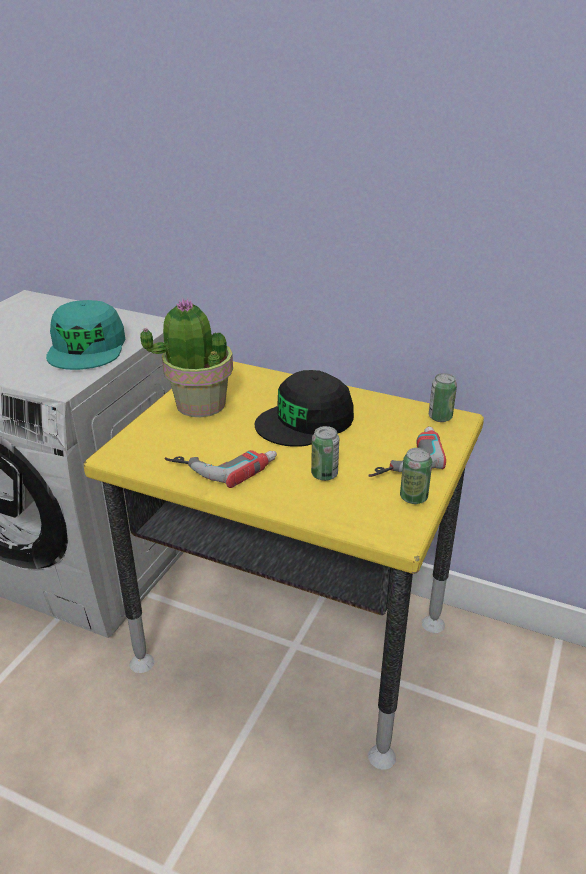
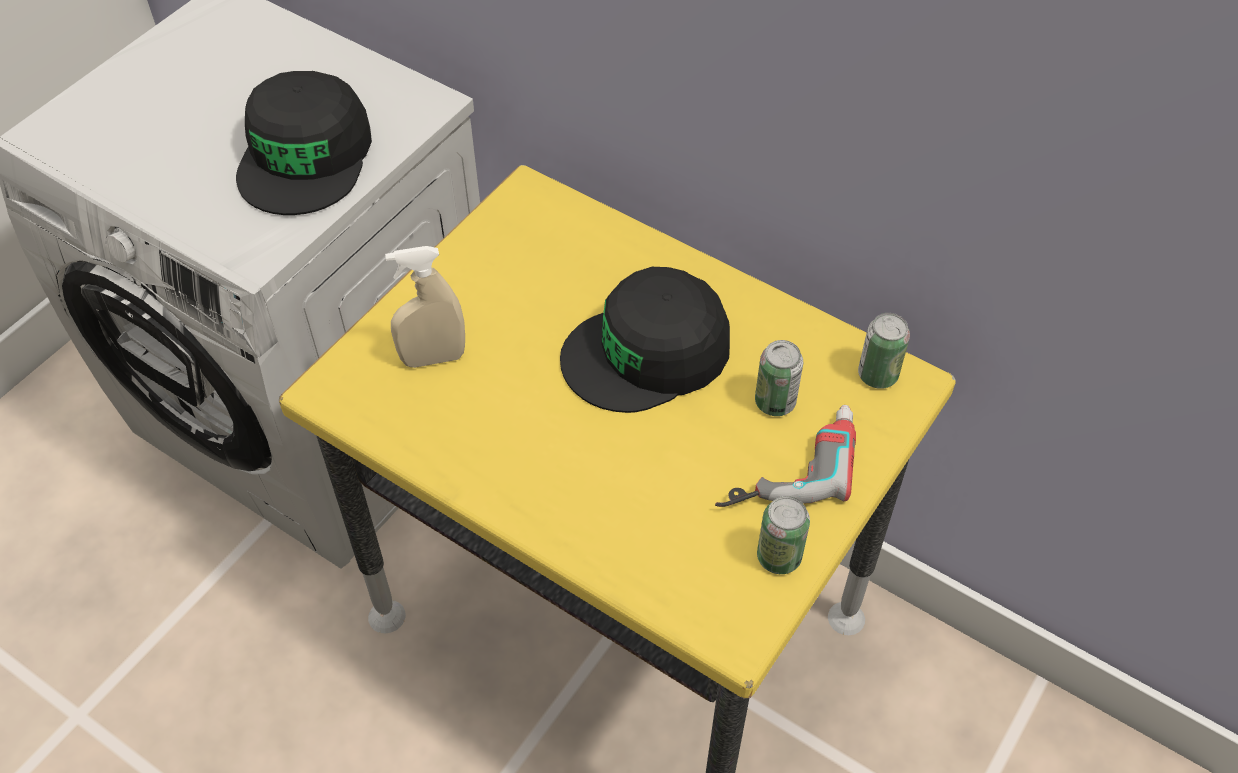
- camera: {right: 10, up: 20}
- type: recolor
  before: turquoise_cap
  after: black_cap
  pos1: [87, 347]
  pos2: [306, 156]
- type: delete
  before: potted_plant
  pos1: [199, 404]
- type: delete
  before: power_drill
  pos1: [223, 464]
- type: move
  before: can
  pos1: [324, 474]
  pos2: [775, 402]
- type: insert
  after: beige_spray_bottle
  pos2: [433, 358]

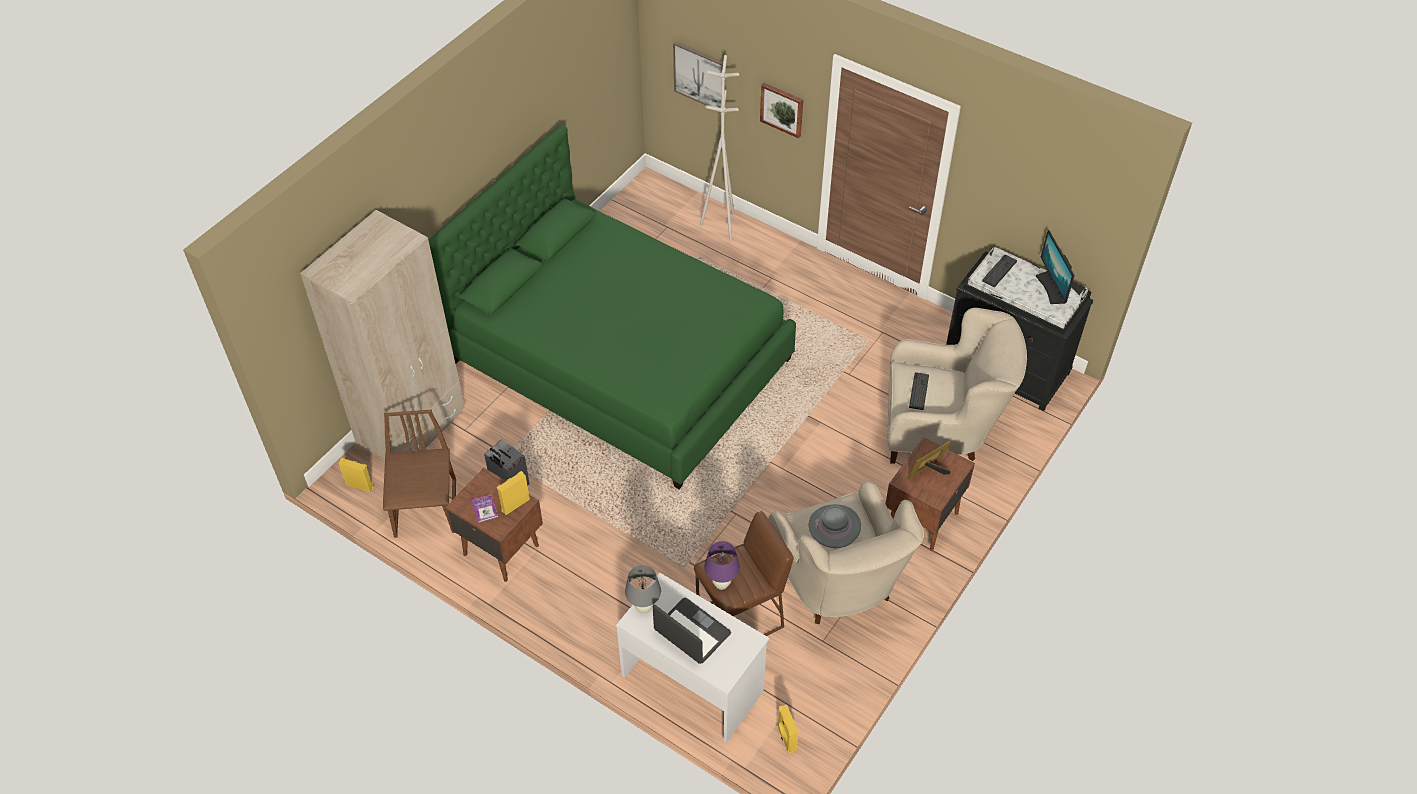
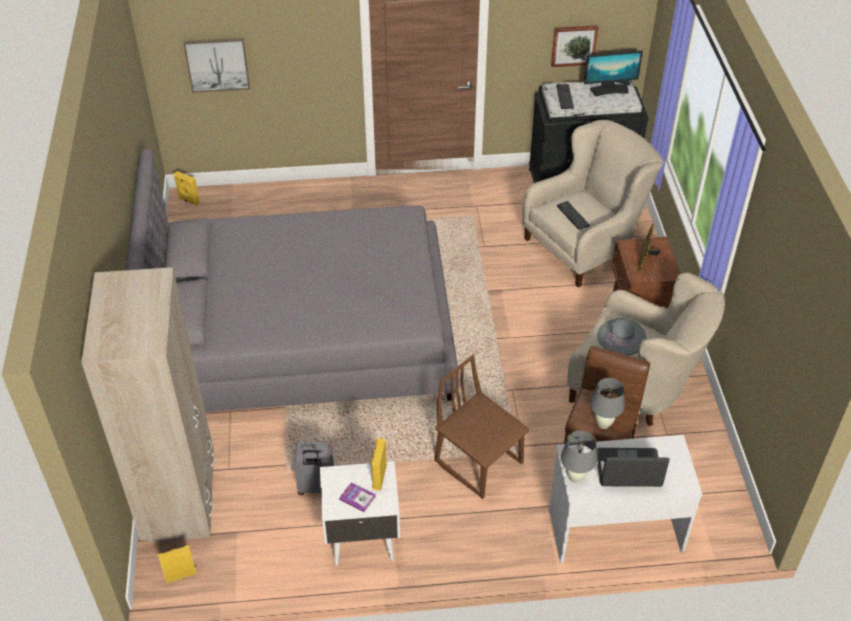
- camera: {right: -40, up: -5}
- type: move
  before: brown_chair
  pos1: [427, 508]
  pos2: [479, 461]
- type: recolor
  before: green_bed
  after: grey_bed
  pos1: [621, 359]
  pos2: [303, 336]
- type: recolor
  before: brown_nightstand
  after: white_nightstand
  pos1: [500, 549]
  pos2: [361, 538]
- type: delete
  before: grey_clothes_rack
  pos1: [721, 226]
- type: recolor
  before: purple_table_lamp
  after: grey_table_lamp
  pos1: [721, 584]
  pos2: [603, 424]
- type: move
  before: picture
  pos1: [782, 109]
  pos2: [574, 45]
- type: move
  before: yellow_speaker
  pos1: [785, 738]
  pos2: [188, 201]
- type: rotate
  before: monitor
  pos1: [1052, 288]
  pos2: [609, 90]
  turn: -45

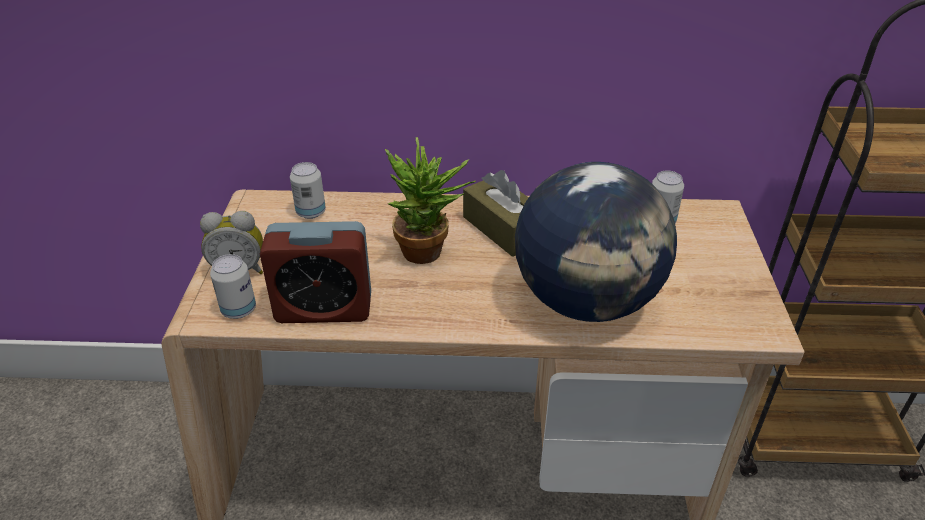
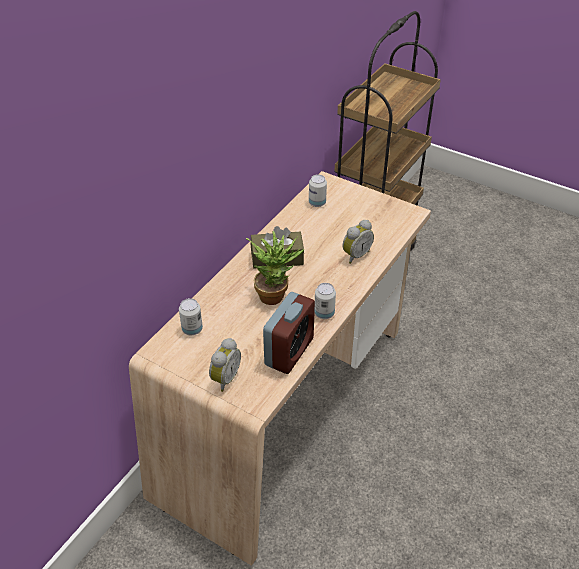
- camera: {right: -60, up: 5}
- type: move
  before: can
  pos1: [239, 310]
  pos2: [324, 313]
- type: replace
  before: globe
  after: alarm_clock
  pos1: [587, 301]
  pos2: [355, 255]

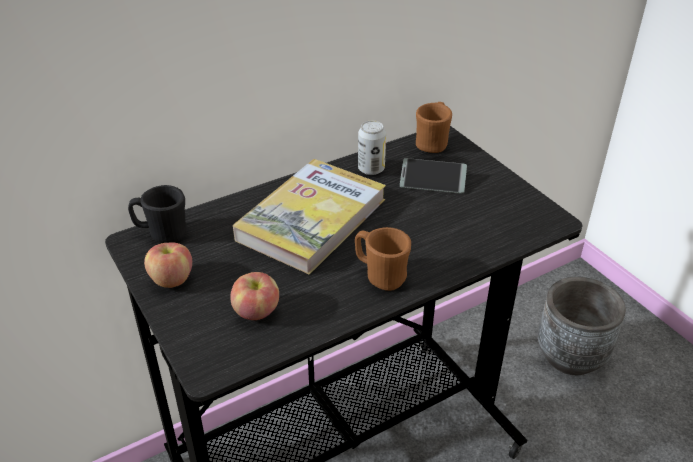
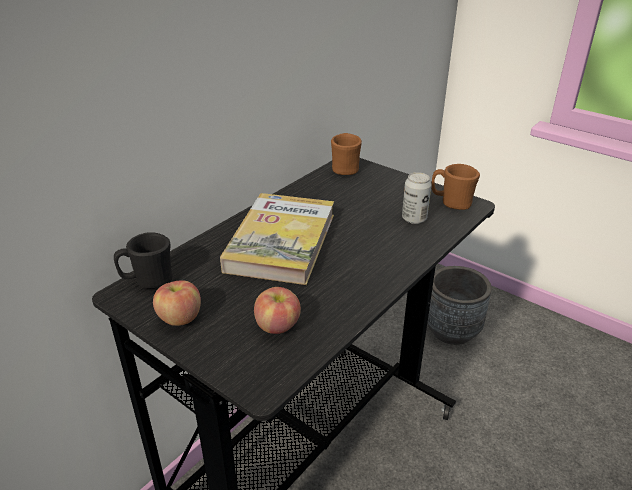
- camera: {right: -20, up: -5}
- type: move
  before: brown_mug
  pos1: [380, 276]
  pos2: [451, 203]
- type: move
  before: can
  pos1: [371, 169]
  pos2: [414, 218]
- type: delete
  before: phone
  pos1: [432, 182]

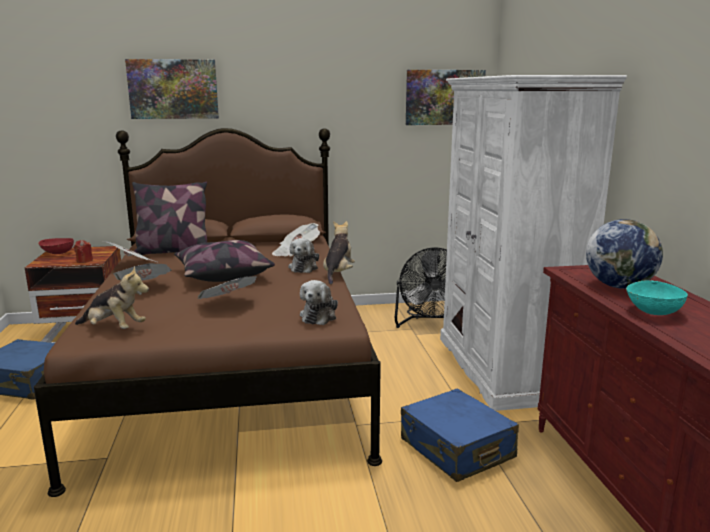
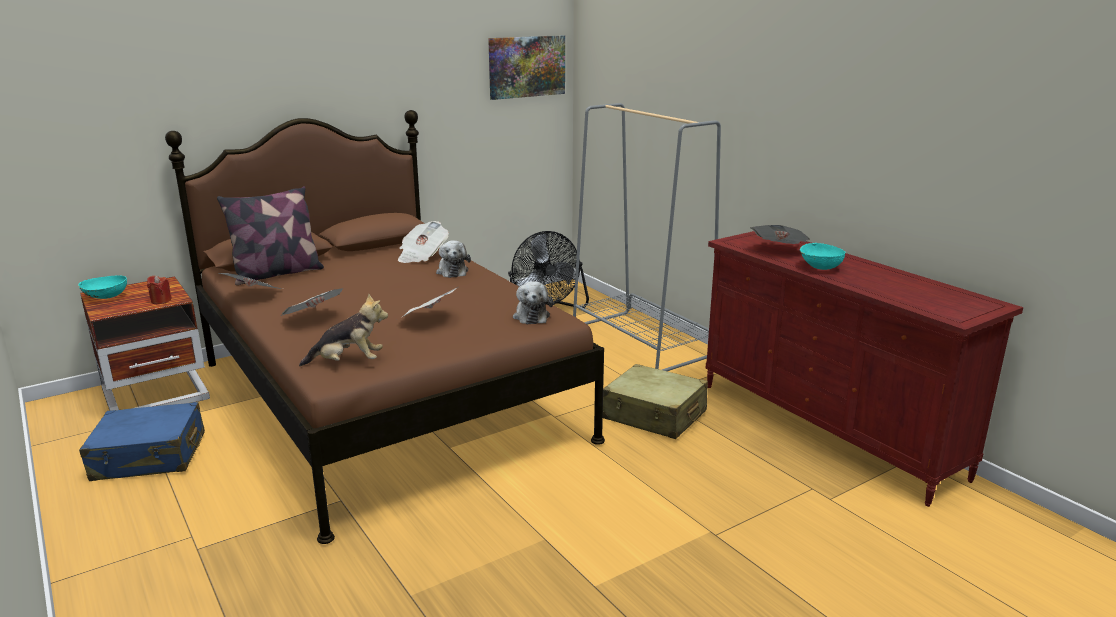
- camera: {right: -25, up: 5}
- type: recolor
  before: red_bowl
  after: turquoise_bowl
  pos1: [57, 253]
  pos2: [105, 297]
- type: delete
  before: picture
  pos1: [173, 89]
- type: delete
  before: pillow
  pos1: [222, 275]
- type: delete
  before: plush_toy
  pos1: [338, 274]
- type: recolor
  before: blue_suitcase
  after: beige_suitcase
  pos1: [456, 449]
  pos2: [654, 415]
- type: replace
  before: white_wardrobe
  after: grey_clothes_rack
  pos1: [502, 367]
  pos2: [641, 341]
- type: replace
  before: globe
  after: newspaper
  pos1: [619, 286]
  pos2: [779, 250]

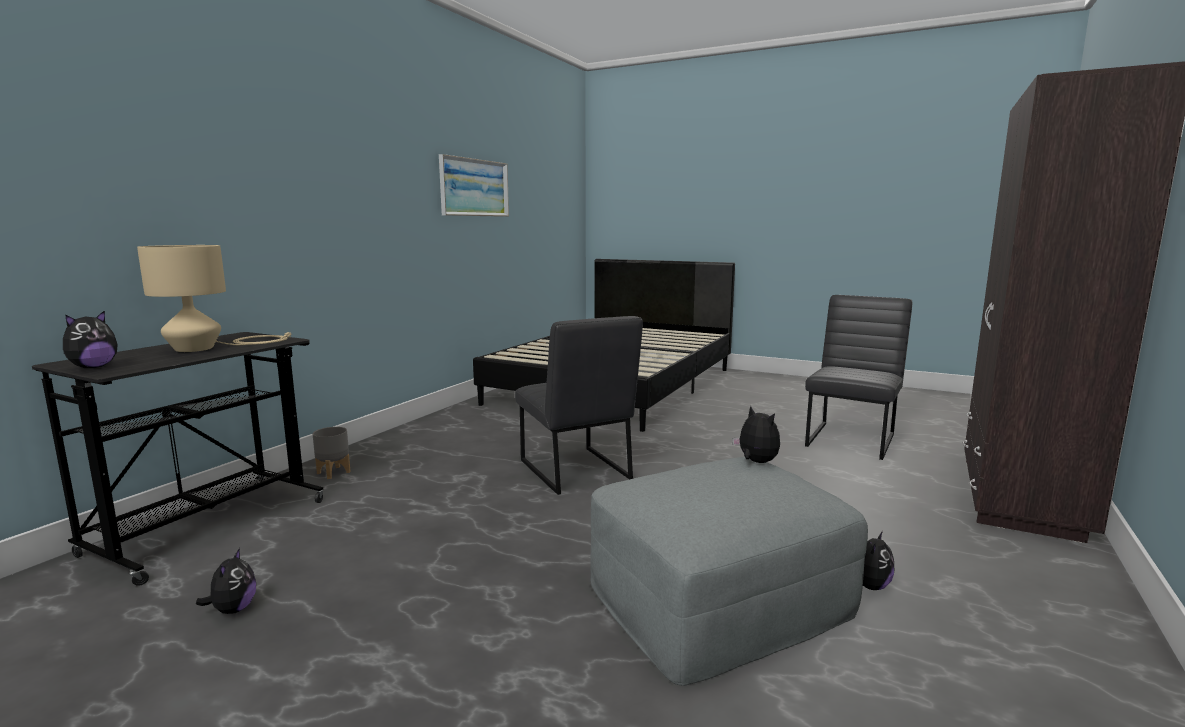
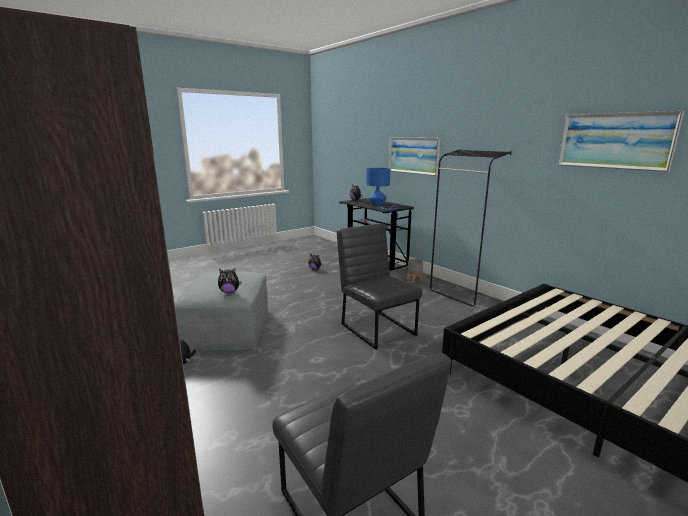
- camera: {right: 115, up: 5}
- type: recolor
  before: beige_table_lamp
  after: blue_table_lamp
  pos1: [221, 345]
  pos2: [381, 205]
- type: rotate
  before: grey_chair
  pos1: [575, 471]
  pos2: [377, 328]
  turn: 60
- type: insert
  after: picture
  pos2: [413, 155]
- type: insert
  after: black_clothes_rack
  pos2: [460, 295]

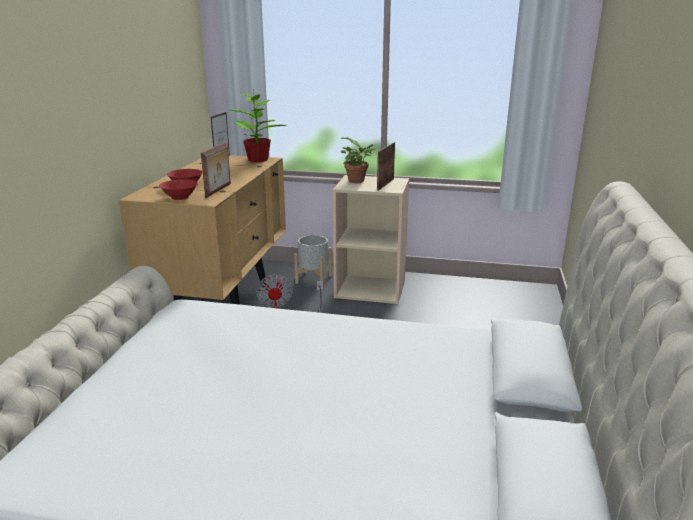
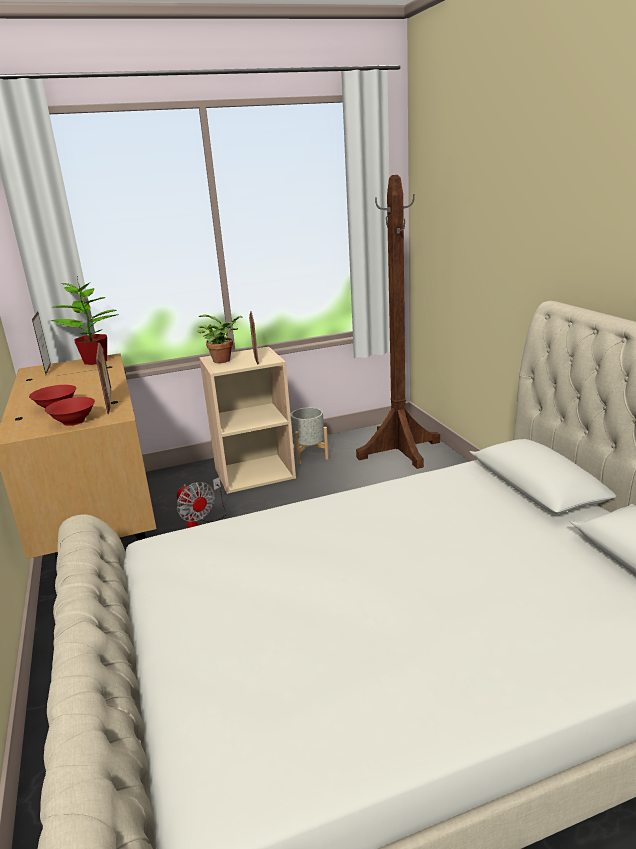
- camera: {right: -30, up: 0}
- type: move
  before: grey_planter
  pos1: [313, 279]
  pos2: [309, 455]
- type: insert
  after: brown_clothes_rack
  pos2: [399, 450]

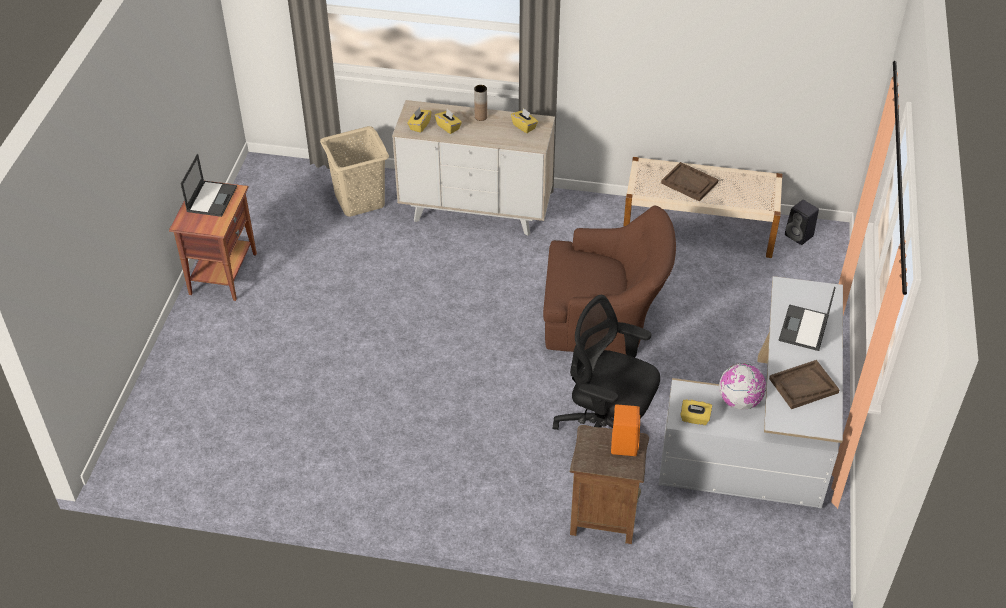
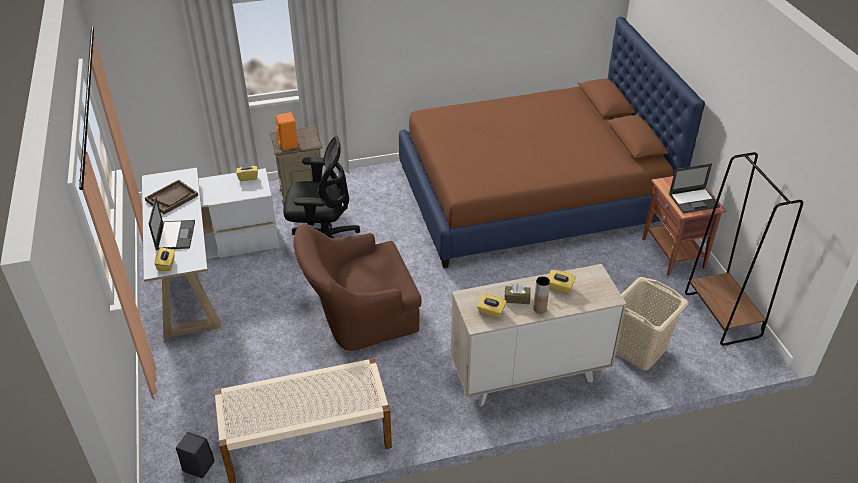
- camera: {right: 155, up: -5}
- type: rotate
  before: laptop
  pos1: [212, 198]
  pos2: [694, 200]
  turn: -90
- type: move
  before: yellow_tissue_box
  pos1: [419, 126]
  pos2: [167, 264]
- type: delete
  before: brown_tray
  pos1: [689, 183]
- type: delete
  before: globe
  pos1: [739, 401]
- type: insert
  after: brown_bed
  pos2: [532, 195]
- type: insert
  after: brown_tissue_box
  pos2: [517, 299]
- type: insert
  after: clothes_rack
  pos2: [722, 316]

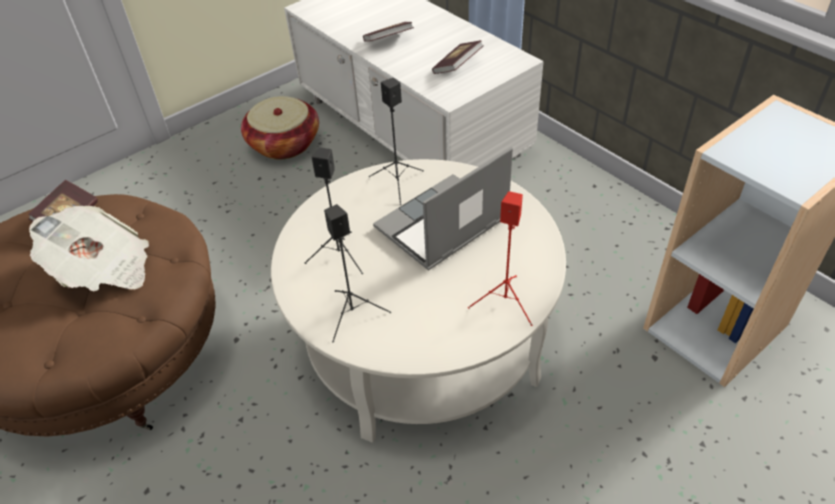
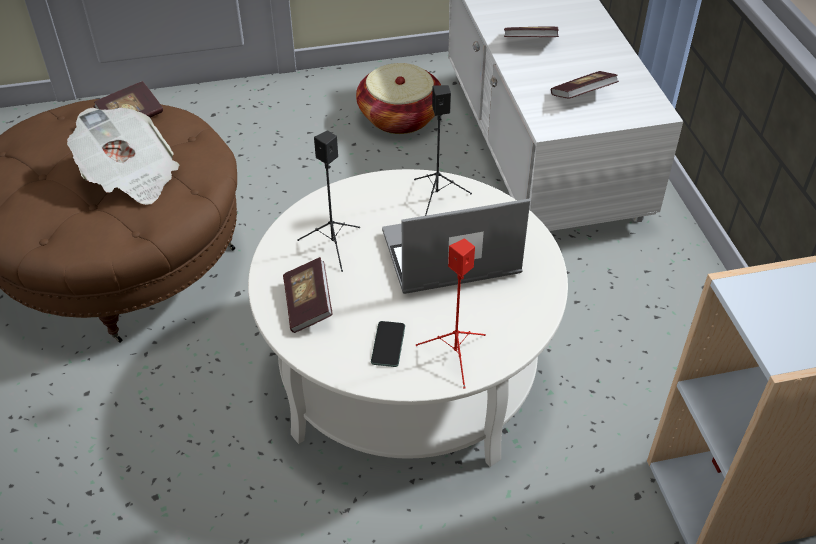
- camera: {right: 25, up: 0}
- type: replace
  before: black_speaker
  after: book
  pos1: [353, 314]
  pos2: [308, 305]
- type: insert
  after: phone
  pos2: [388, 344]

